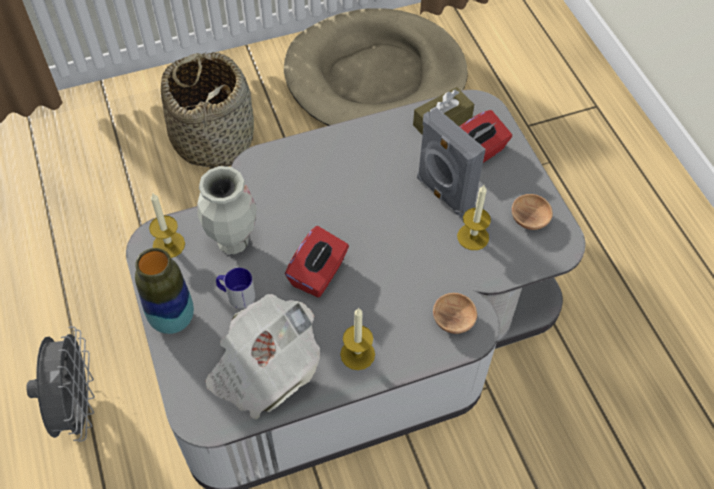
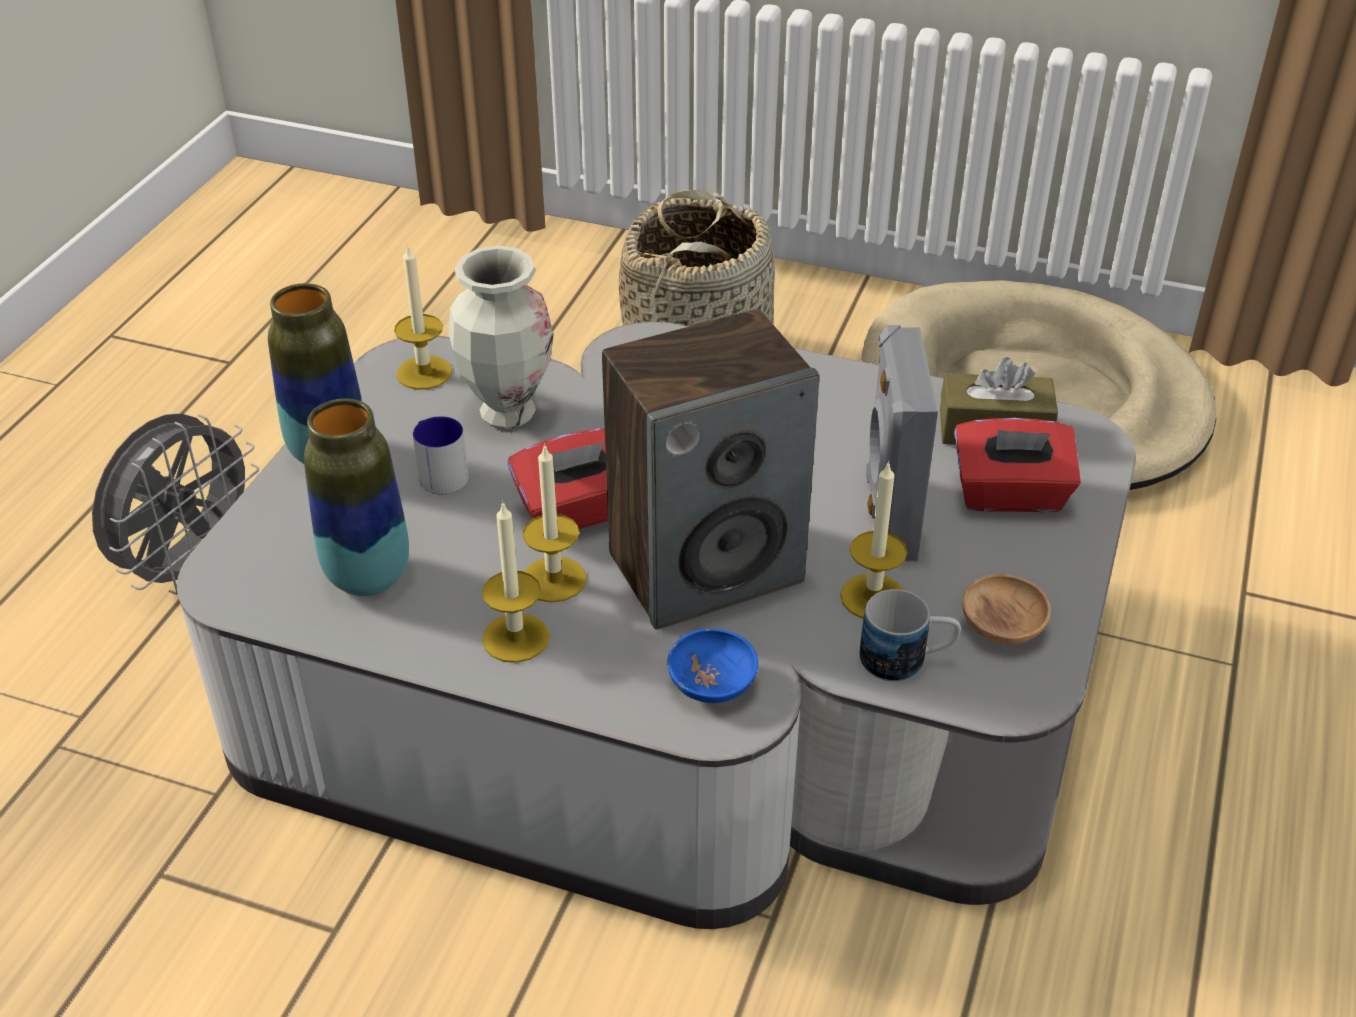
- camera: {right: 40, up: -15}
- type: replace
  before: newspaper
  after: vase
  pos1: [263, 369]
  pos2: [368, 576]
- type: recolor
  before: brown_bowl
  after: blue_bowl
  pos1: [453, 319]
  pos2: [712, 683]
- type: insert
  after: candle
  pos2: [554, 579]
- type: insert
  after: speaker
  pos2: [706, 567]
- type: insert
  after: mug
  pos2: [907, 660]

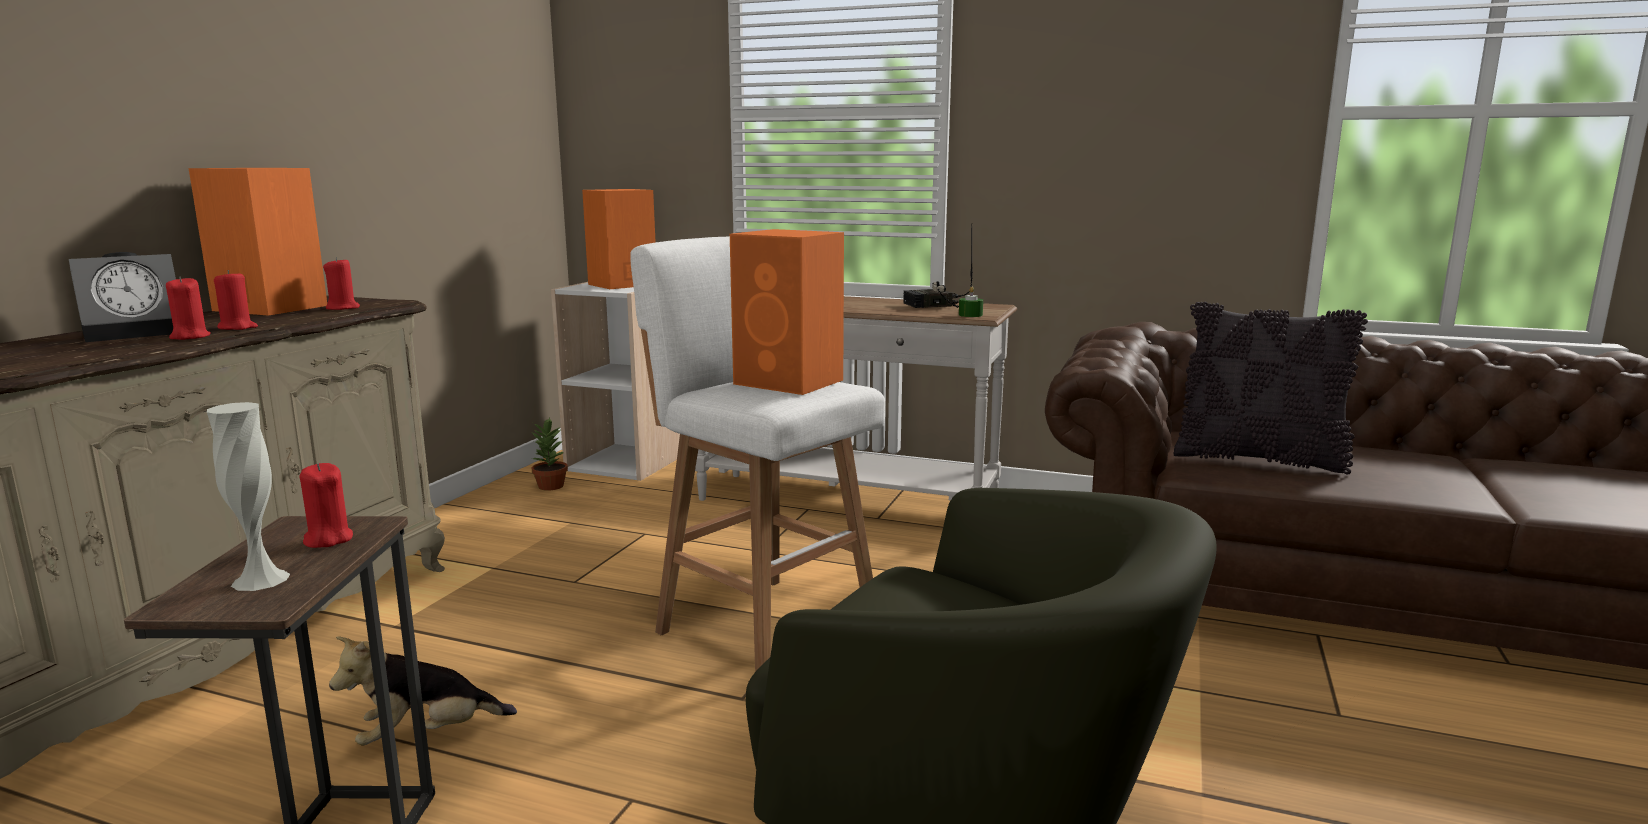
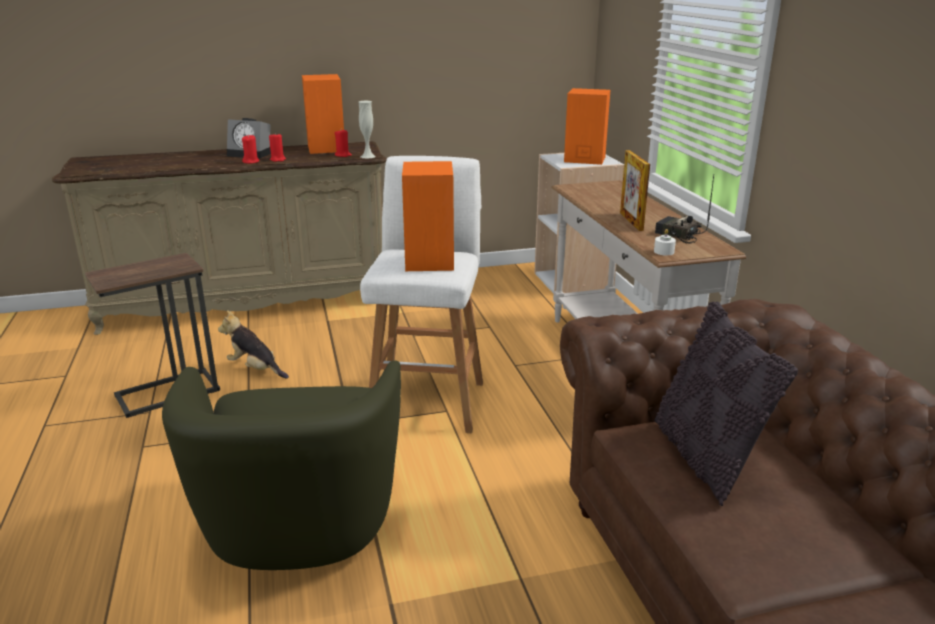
- camera: {right: 55, up: 10}
- type: move
  before: white_vase
  pos1: [260, 580]
  pos2: [368, 156]
- type: delete
  before: red_candle
  pos1: [328, 539]
- type: delete
  before: potted_plant
  pos1: [550, 486]
- type: recolor
  before: green_candle
  after: white_candle
  pos1: [970, 315]
  pos2: [664, 251]
- type: insert
  after: picture_frame
  pos2: [631, 221]

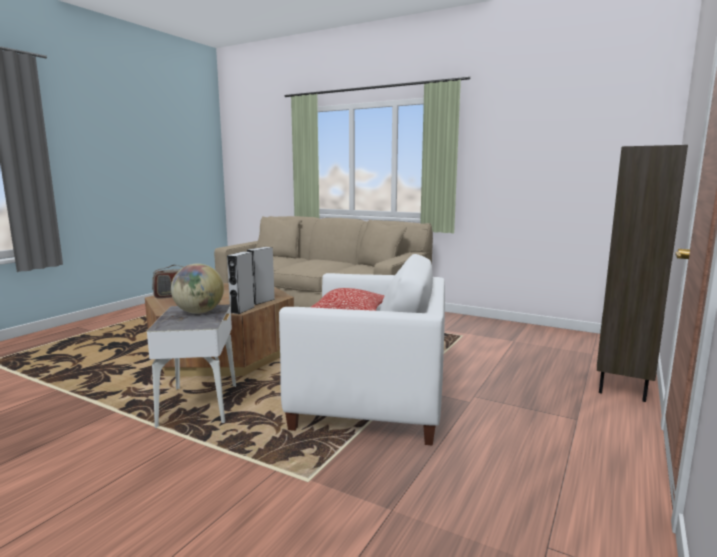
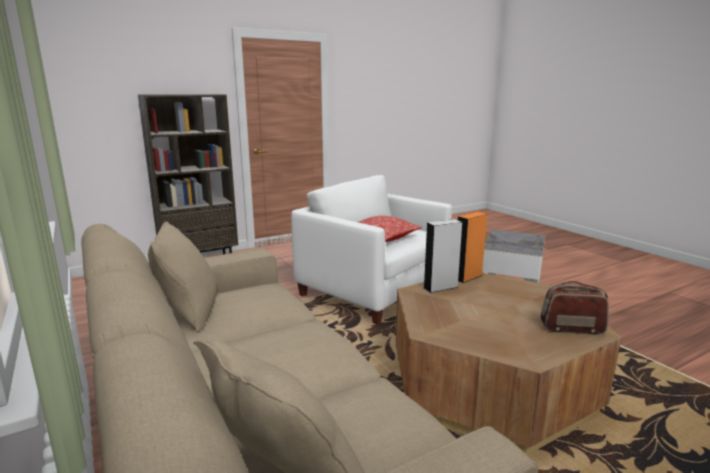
- camera: {right: -150, up: 5}
- type: delete
  before: globe
  pos1: [199, 312]
- type: recolor
  before: grey_speaker
  after: orange_speaker
  pos1: [242, 310]
  pos2: [468, 277]

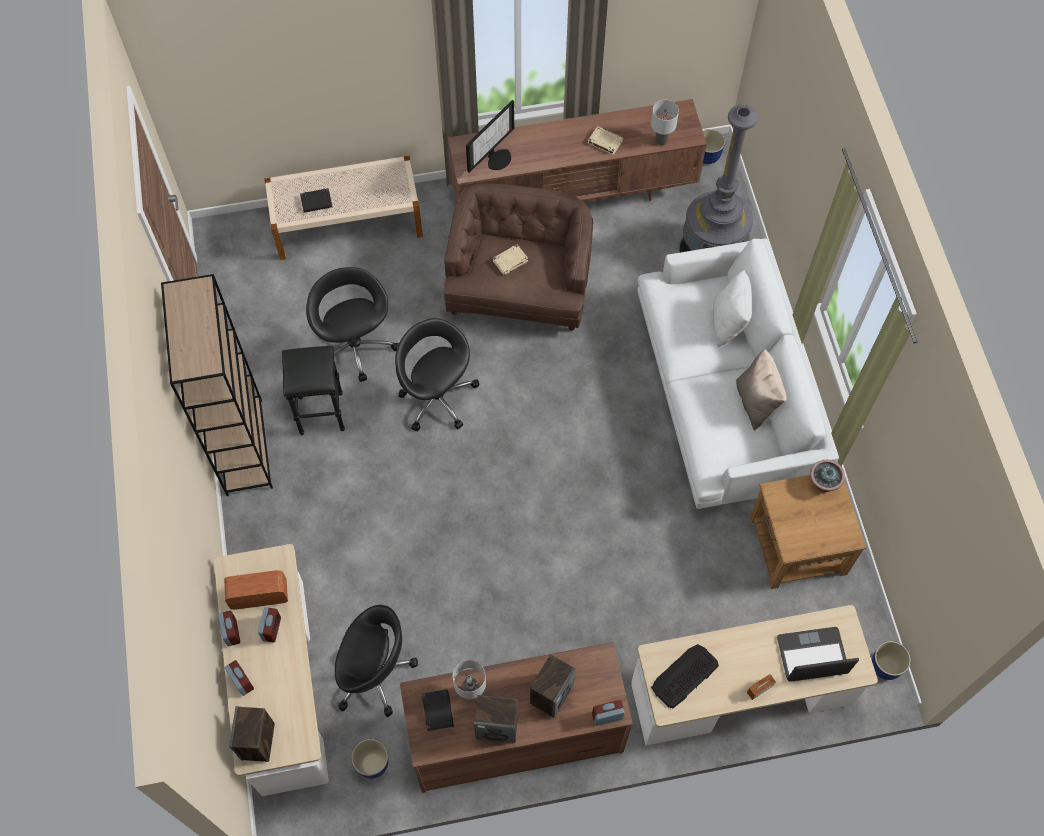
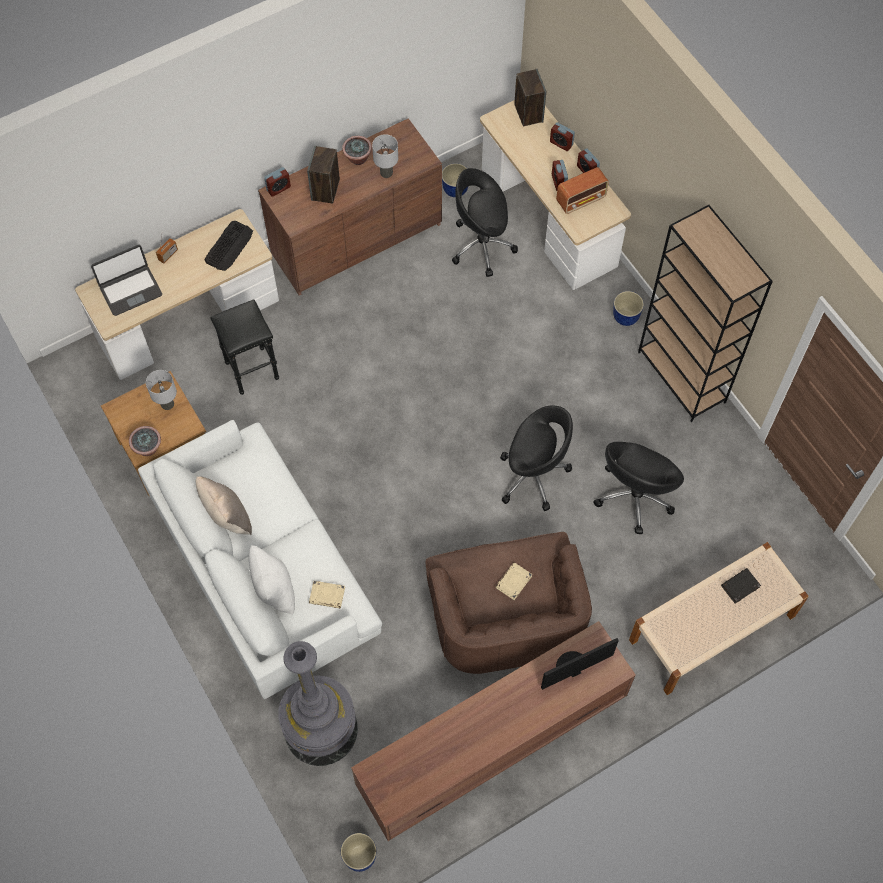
- camera: {right: 160, up: 0}
- type: move
  before: black_stool
  pos1: [322, 412]
  pos2: [251, 371]
- type: rotate
  before: black_office_chair
  pos1: [356, 347]
  pos2: [633, 499]
  turn: 75
- type: delete
  before: black_book
  pos1: [437, 710]
- type: rotate
  before: monitor
  pos1: [497, 158]
  pos2: [571, 667]
  turn: 45
- type: replace
  before: speaker
  after: potted_plant
  pos1: [497, 726]
  pos2: [357, 158]
- type: move
  before: beige_book
  pos1: [604, 142]
  pos2: [327, 595]
- type: move
  before: white_table_lamp
  pos1: [661, 141]
  pos2: [167, 404]
- type: move
  before: planter
  pos1: [884, 667]
  pos2: [625, 317]

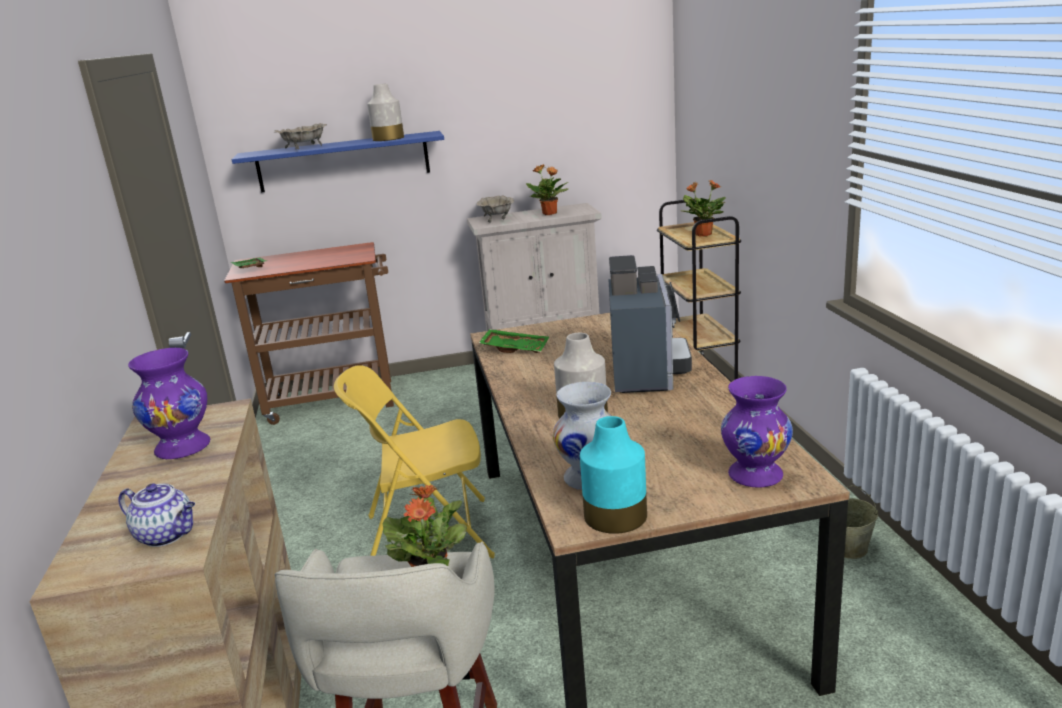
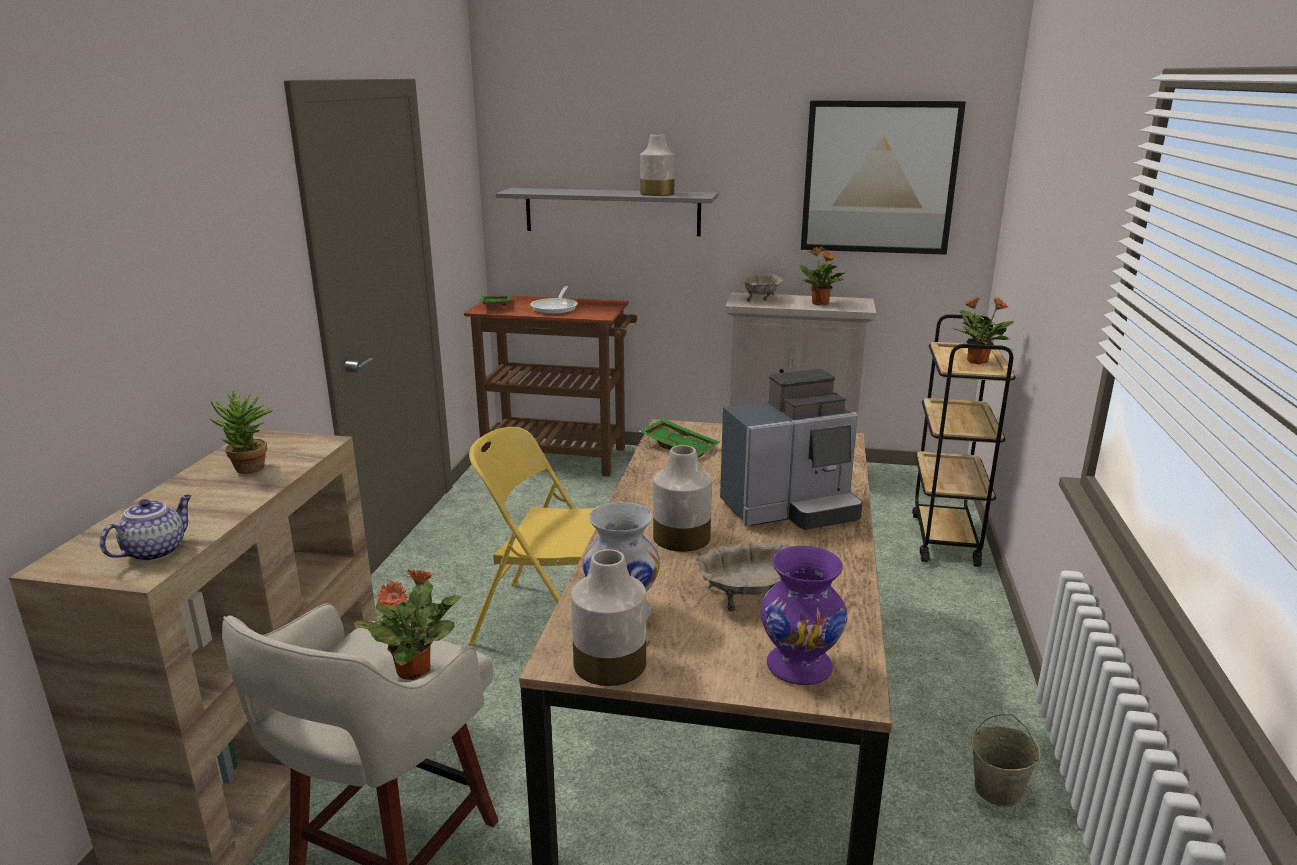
- camera: {right: 20, up: 0}
- type: rotate
  before: teapot
  pos1: [167, 535]
  pos2: [156, 551]
  turn: -105
- type: replace
  before: purple_vase
  after: potted_plant
  pos1: [182, 448]
  pos2: [251, 470]
- type: recolor
  before: blue_shelf
  after: grey_shelf
  pos1: [343, 162]
  pos2: [612, 211]
- type: move
  before: beige_bowl
  pos1: [304, 147]
  pos2: [746, 595]
- type: recolor
  before: turquoise_vase
  after: beige_vase
  pos1: [616, 514]
  pos2: [610, 662]
- type: rotate
  before: coffee_machine
  pos1: [647, 372]
  pos2: [791, 509]
  turn: 45
- type: insert
  after: frying_pan
  pos2: [556, 308]
- type: insert
  after: picture
  pos2: [879, 178]

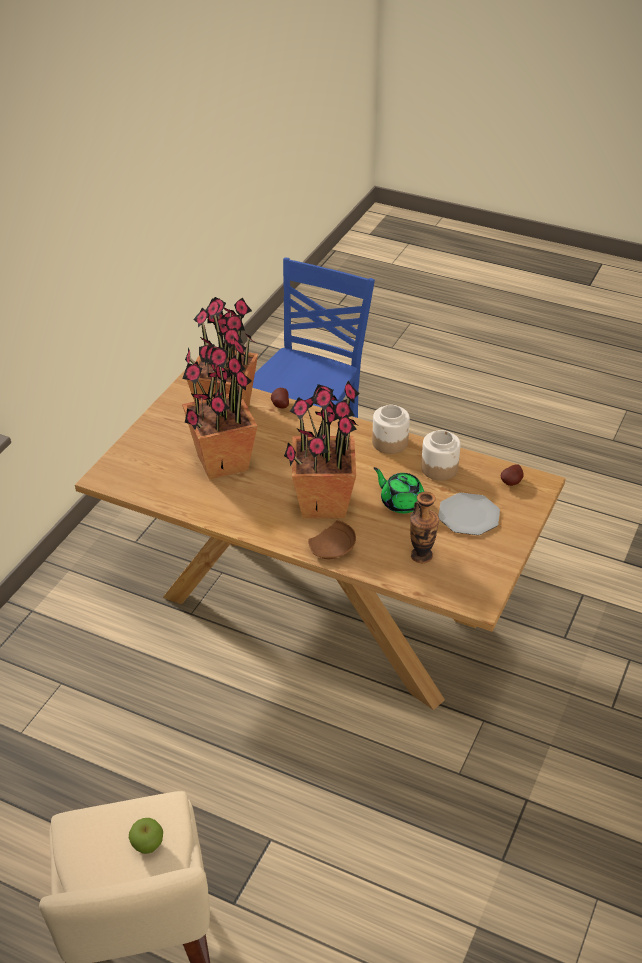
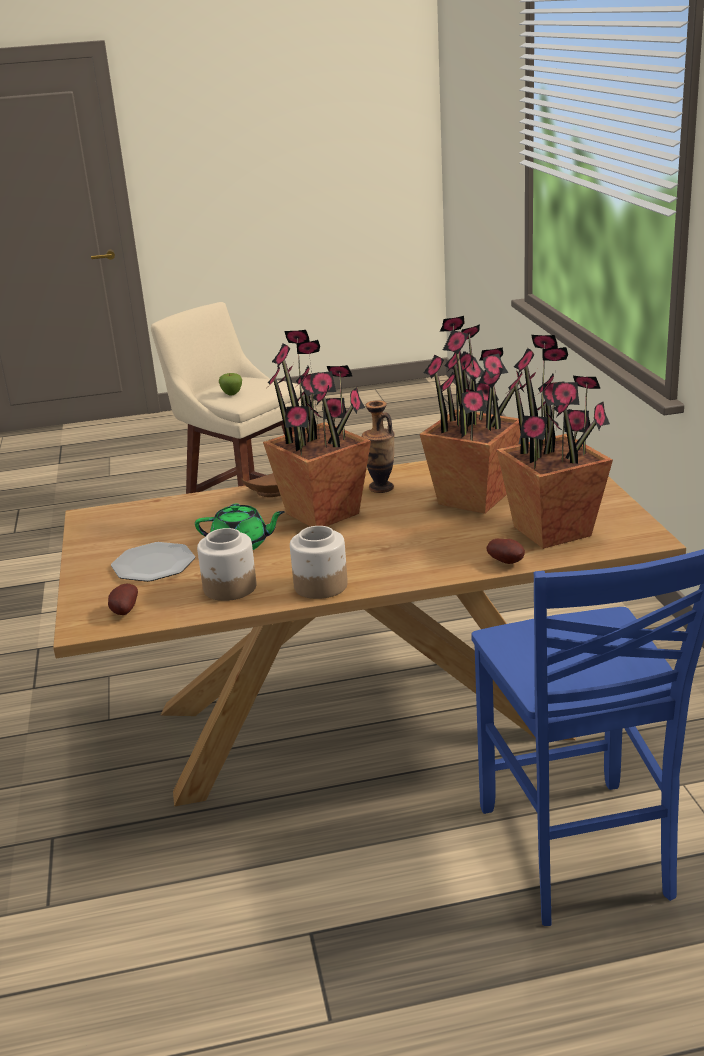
- camera: {right: 145, up: -15}
- type: move
  before: vase
  pos1: [421, 556]
  pos2: [381, 488]

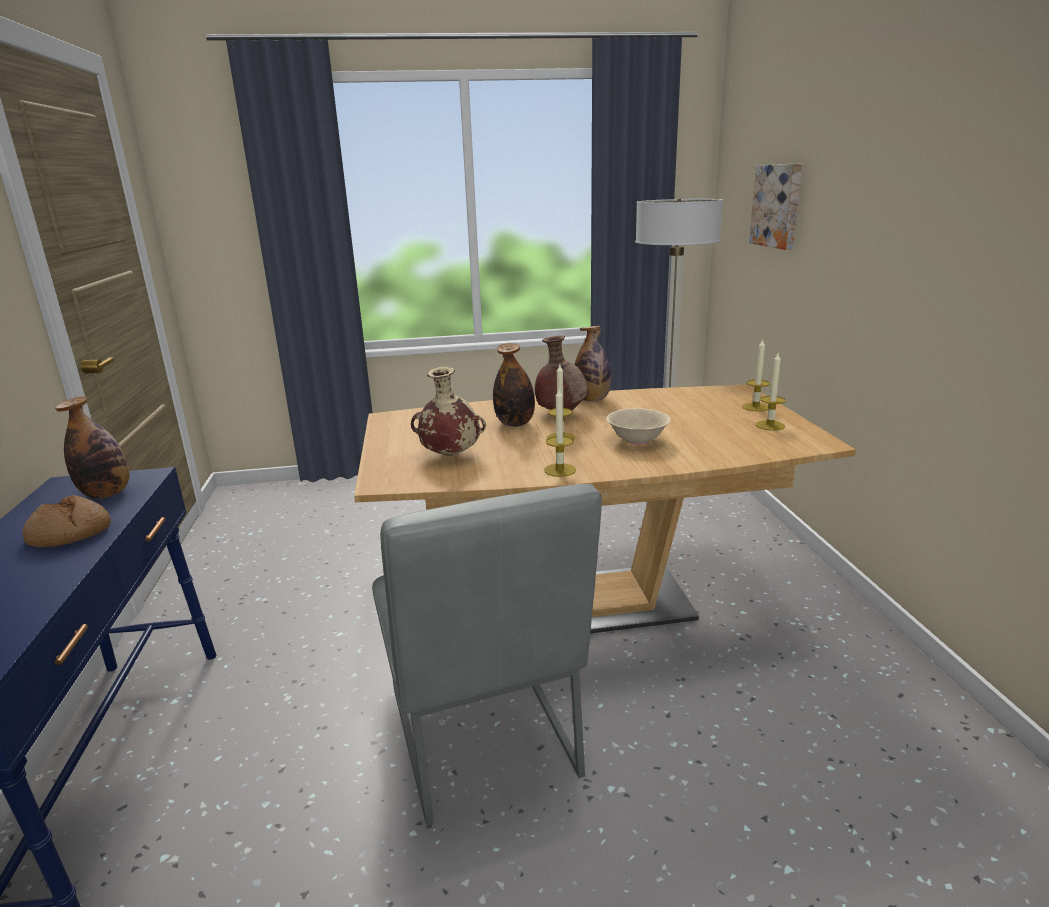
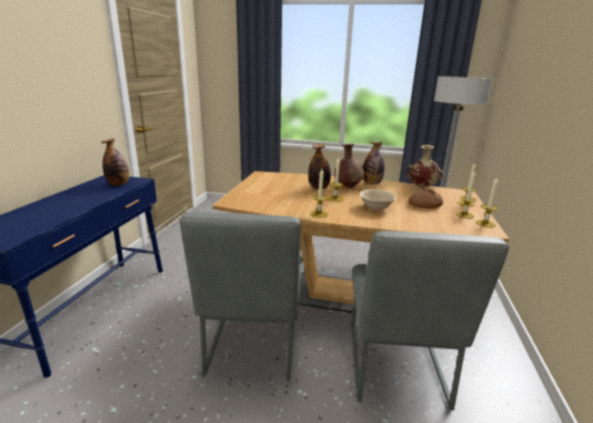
- camera: {right: 20, up: 0}
- type: move
  before: bread
  pos1: [70, 534]
  pos2: [424, 205]
- type: move
  before: beige_vase
  pos1: [449, 455]
  pos2: [421, 188]
- type: delete
  before: picture
  pos1: [778, 205]
- type: insert
  after: grey_chair
  pos2: [395, 365]
- type: insert
  after: candle
  pos2: [485, 223]

